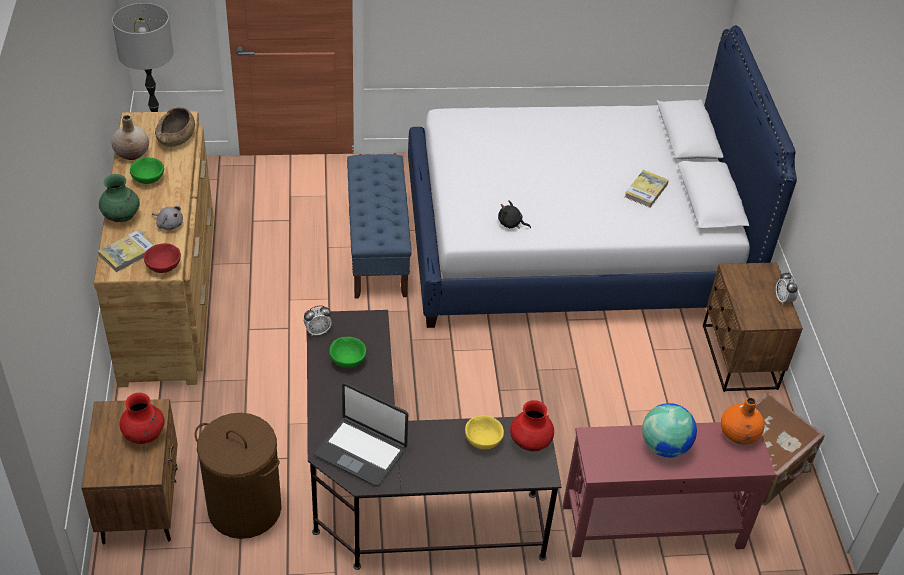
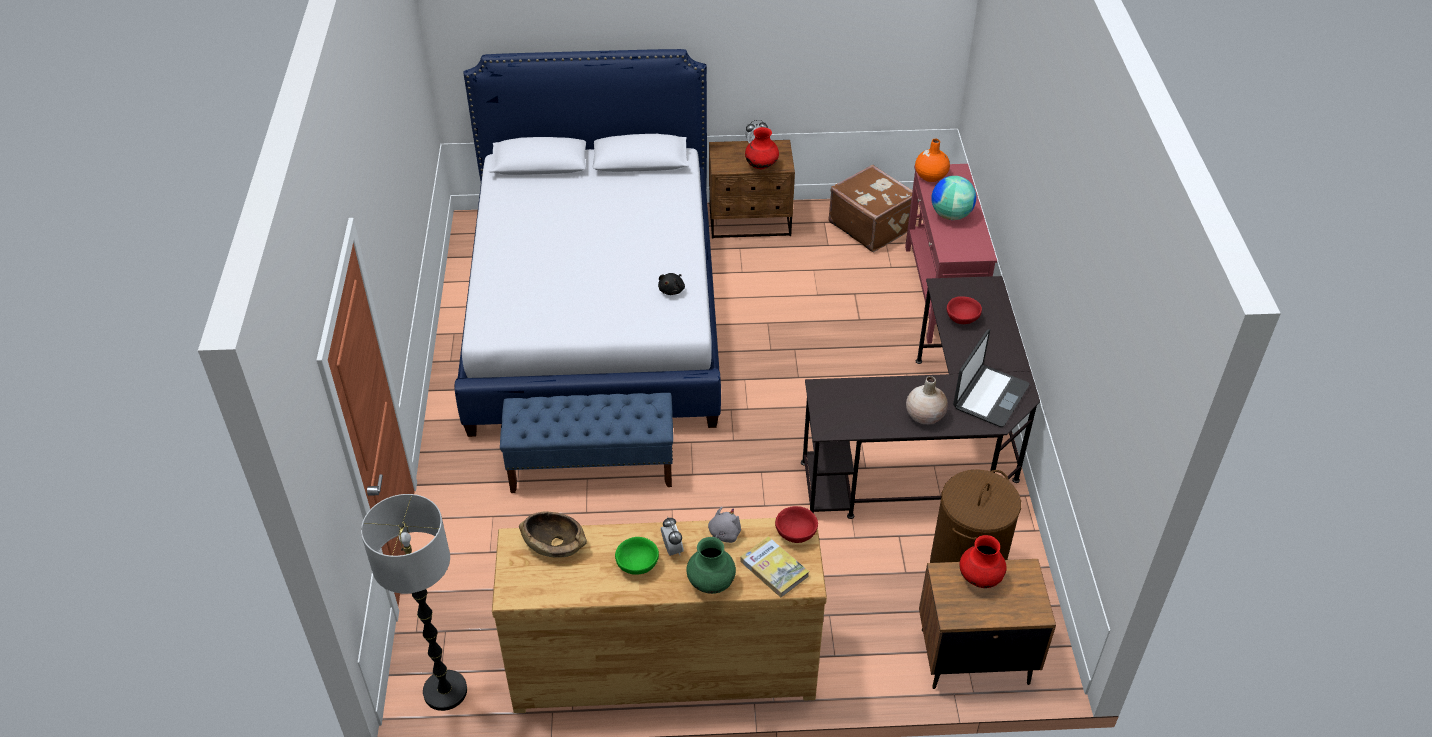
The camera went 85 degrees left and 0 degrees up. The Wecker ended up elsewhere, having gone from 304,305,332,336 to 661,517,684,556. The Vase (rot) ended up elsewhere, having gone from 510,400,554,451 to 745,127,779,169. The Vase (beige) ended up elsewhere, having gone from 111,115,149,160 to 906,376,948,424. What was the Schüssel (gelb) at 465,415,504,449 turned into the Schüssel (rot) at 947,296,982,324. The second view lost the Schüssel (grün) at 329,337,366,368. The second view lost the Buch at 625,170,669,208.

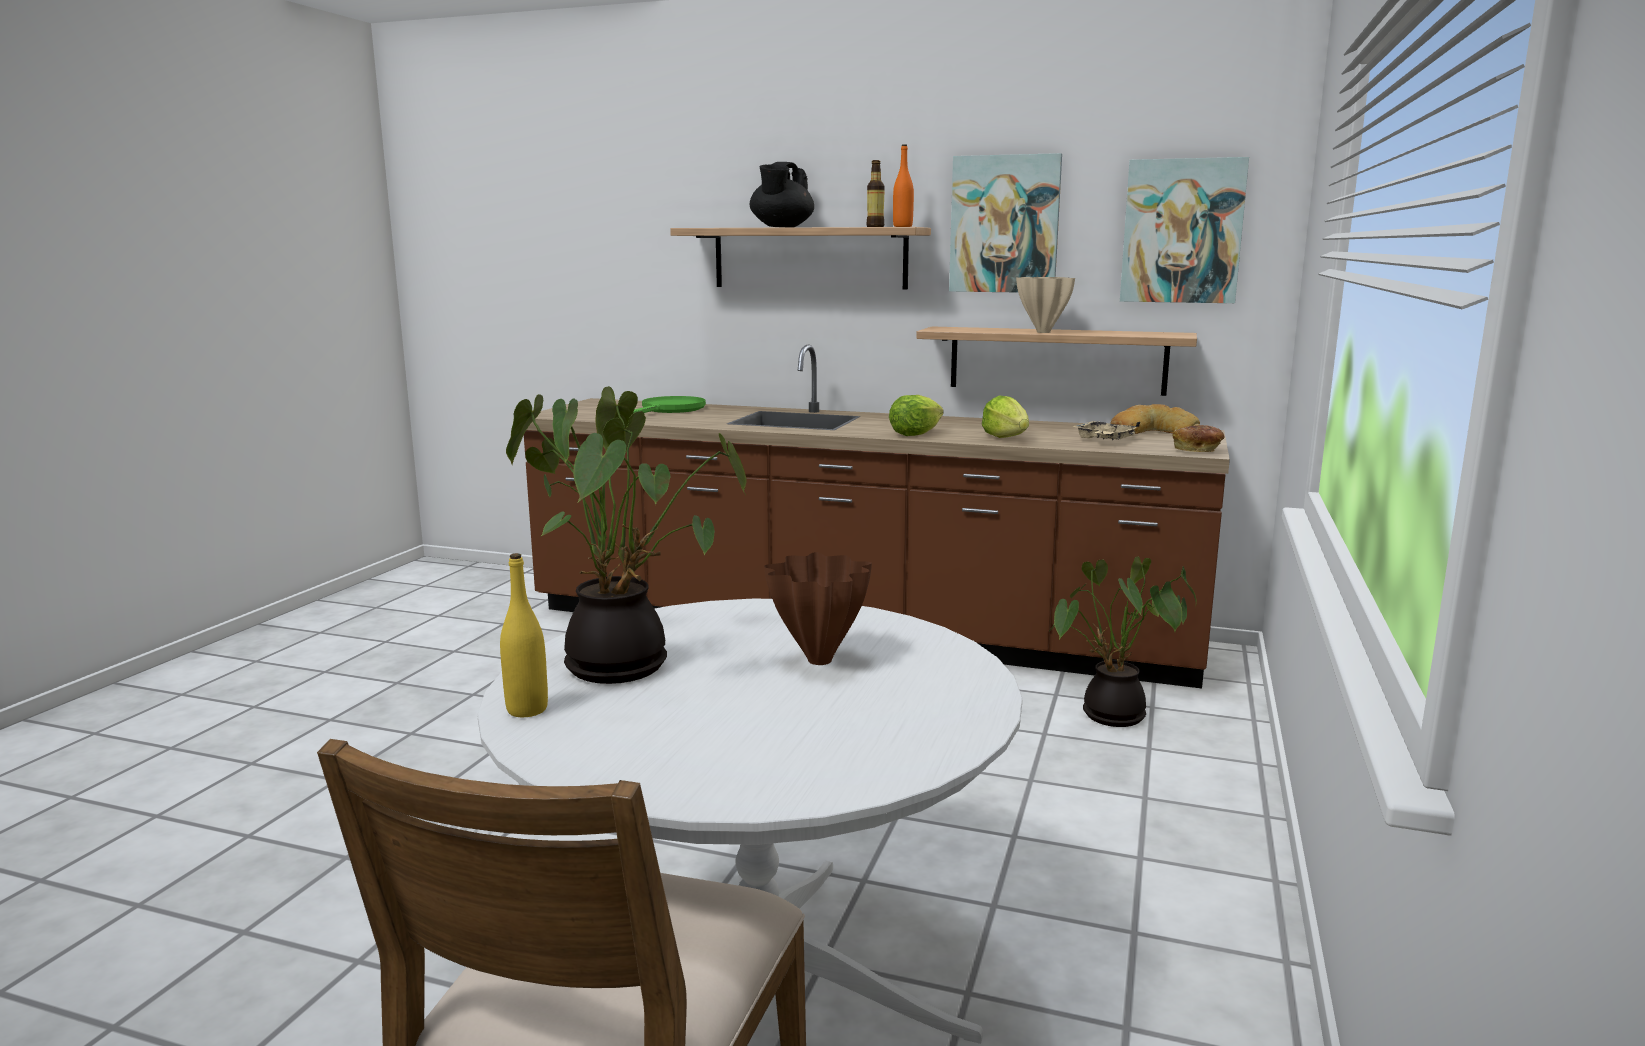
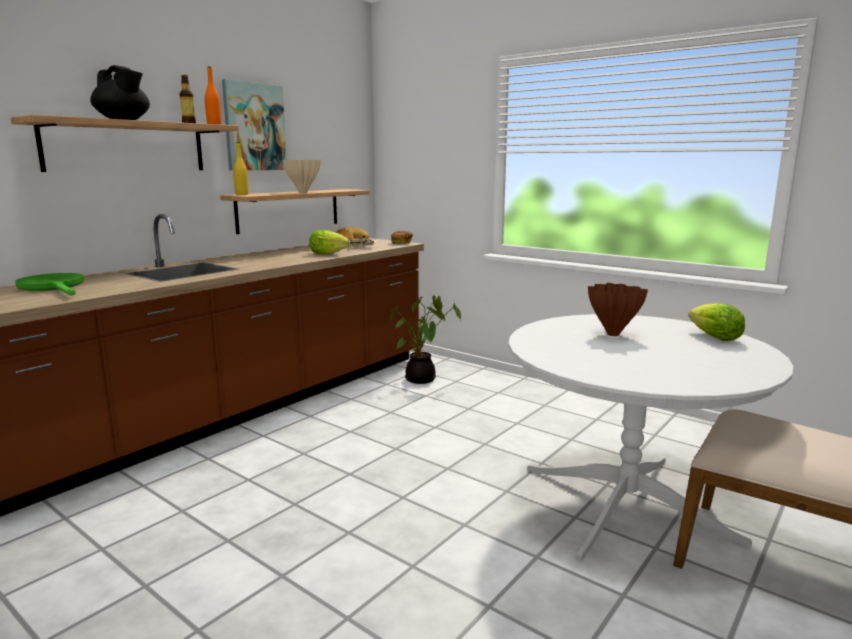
The camera went 70 degrees left and 0 degrees up. The Flasche (gelb) ended up elsewhere, having gone from 500,553,548,717 to 233,142,248,195. The Salatkopf ended up elsewhere, having gone from 889,395,944,436 to 688,303,745,341. The second view lost the Topfpflanze at 506,386,747,684. The second view lost the Bild at 1120,157,1249,303.

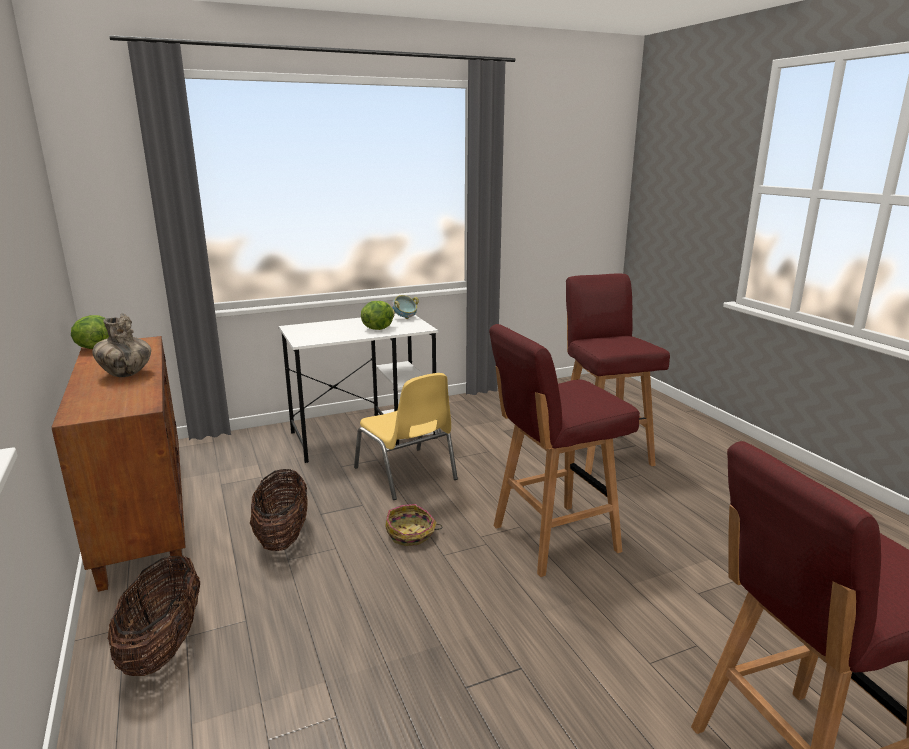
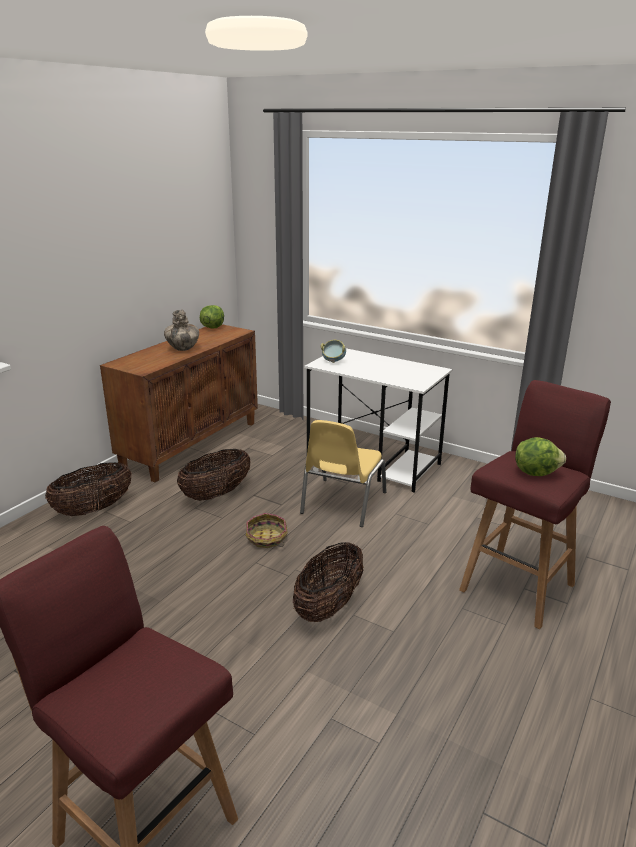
The camera went 55 degrees right and 5 degrees up. Where the Hocker (rot) stood at 489,324,640,577, the Korb came to stand at 293,542,363,622. The Schüssel ended up elsewhere, having gone from 392,295,419,319 to 321,340,346,363. The Salatkopf ended up elsewhere, having gone from 361,301,395,330 to 515,437,566,476.

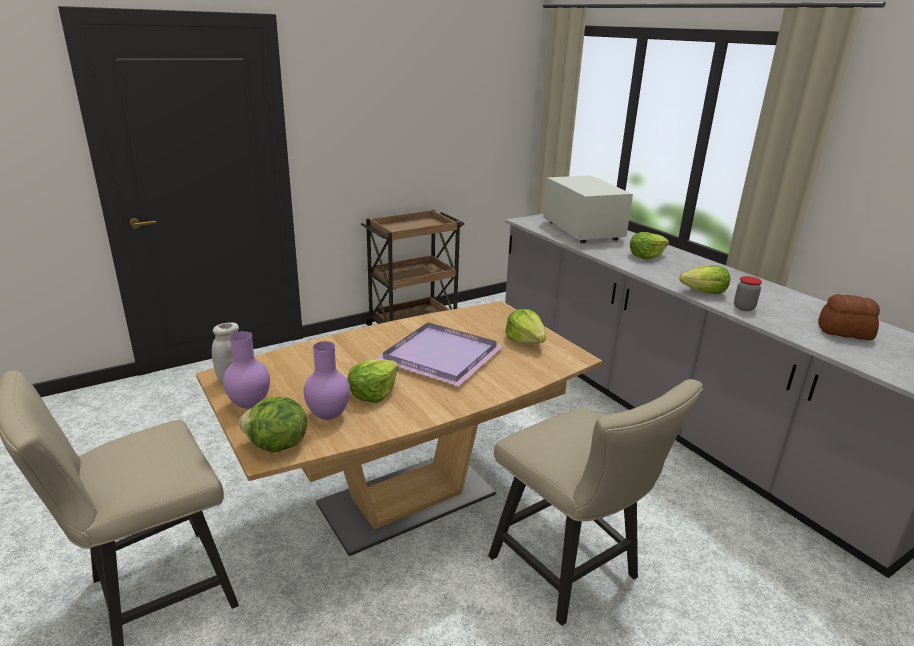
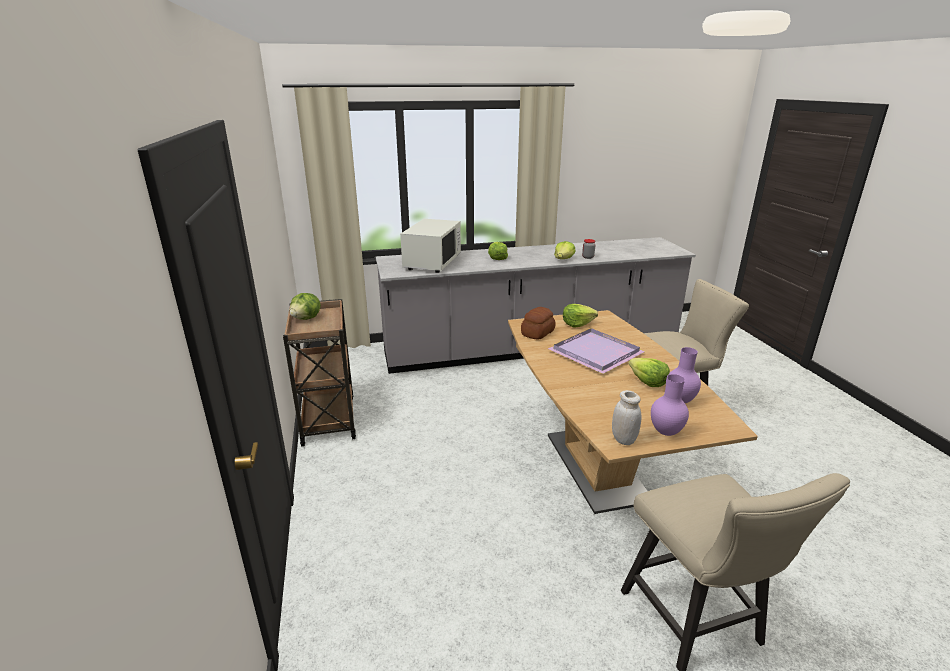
The camera went 70 degrees left and 0 degrees up. The Salatkopf ended up elsewhere, having gone from 239,397,307,453 to 290,293,321,320. The Mikrowelle (weiß) at 543,175,633,243 ended up facing another way, 105 degrees clockwise from before. The Brot ended up elsewhere, having gone from 818,294,880,340 to 521,307,556,339.

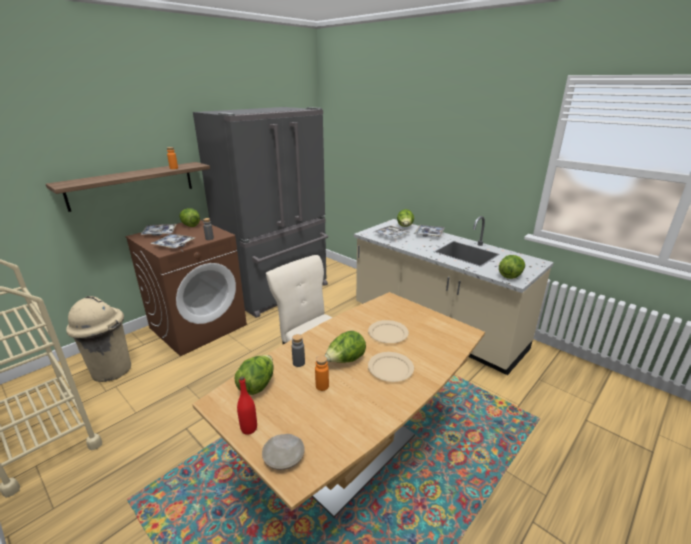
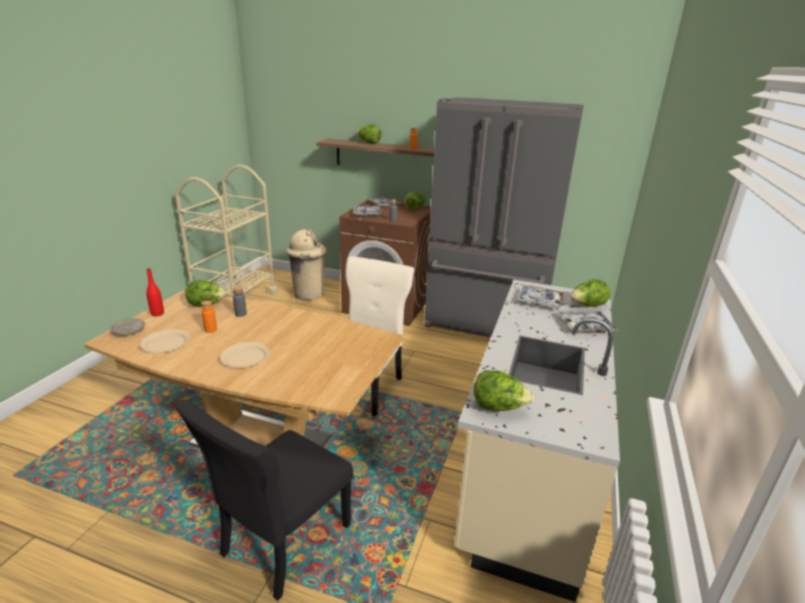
The camera went 65 degrees right and 0 degrees up. The Teller (beige) ended up elsewhere, having gone from 368,320,409,343 to 140,329,190,353. The second view gained the Stuhl (schwarz) at 176,401,353,601. The Salatkopf ended up elsewhere, having gone from 325,331,366,363 to 355,124,381,144.

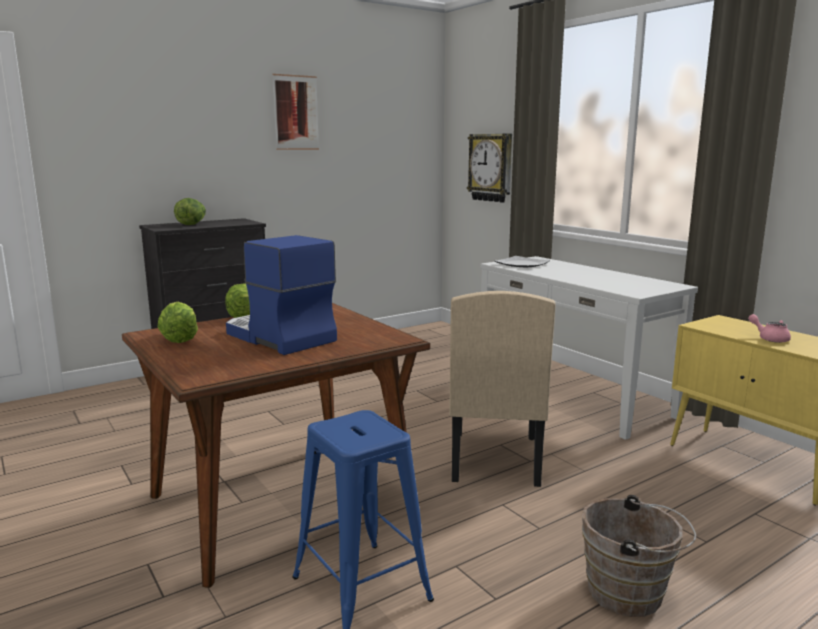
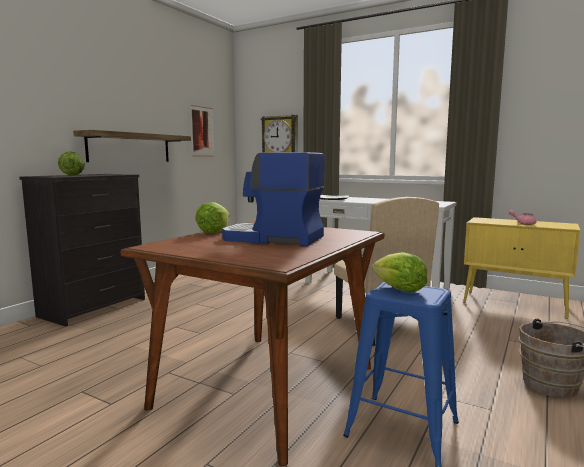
The camera went 25 degrees left and 5 degrees down. The second view gained the Wandregal at 73,130,191,162. The Bild ended up elsewhere, having gone from 272,74,319,150 to 190,105,214,157. The Salatkopf ended up elsewhere, having gone from 157,302,198,343 to 372,252,427,293.

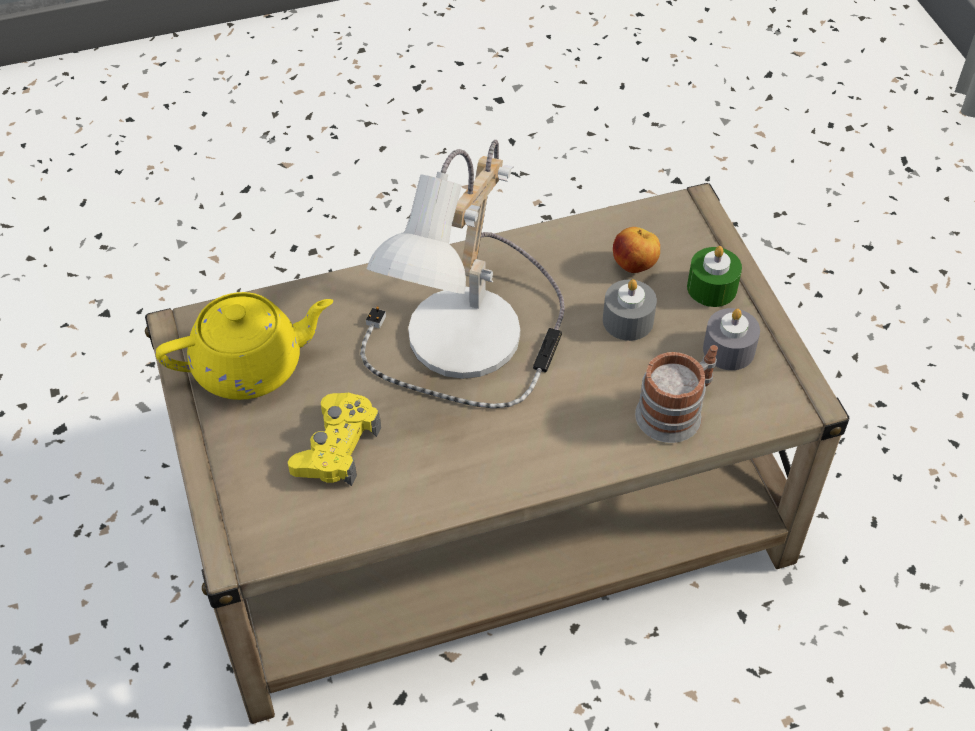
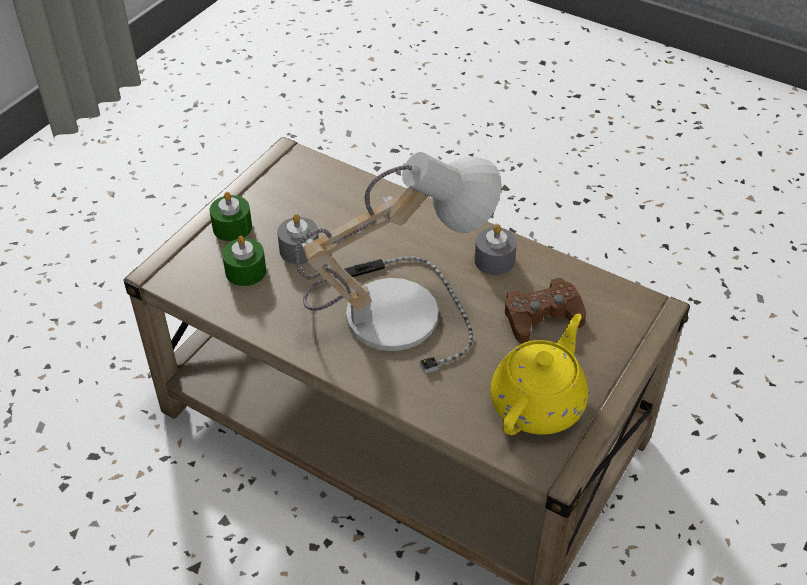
The camera went 130 degrees left and 5 degrees down. Where the Apfel stood at 613,227,660,273, the Kerze (grün) came to stand at 222,236,266,286. The Kerze (grau) ended up elsewhere, having gone from 703,308,760,370 to 474,225,517,275. The Teekanne (gelb) at 156,292,333,400 ended up facing another way, 90 degrees clockwise from before. What was the Gamepad (gelb) at 288,393,381,486 turned into the Gamepad (braun) at 505,278,586,344. The second view lost the Henkelbecher at 635,345,718,443.

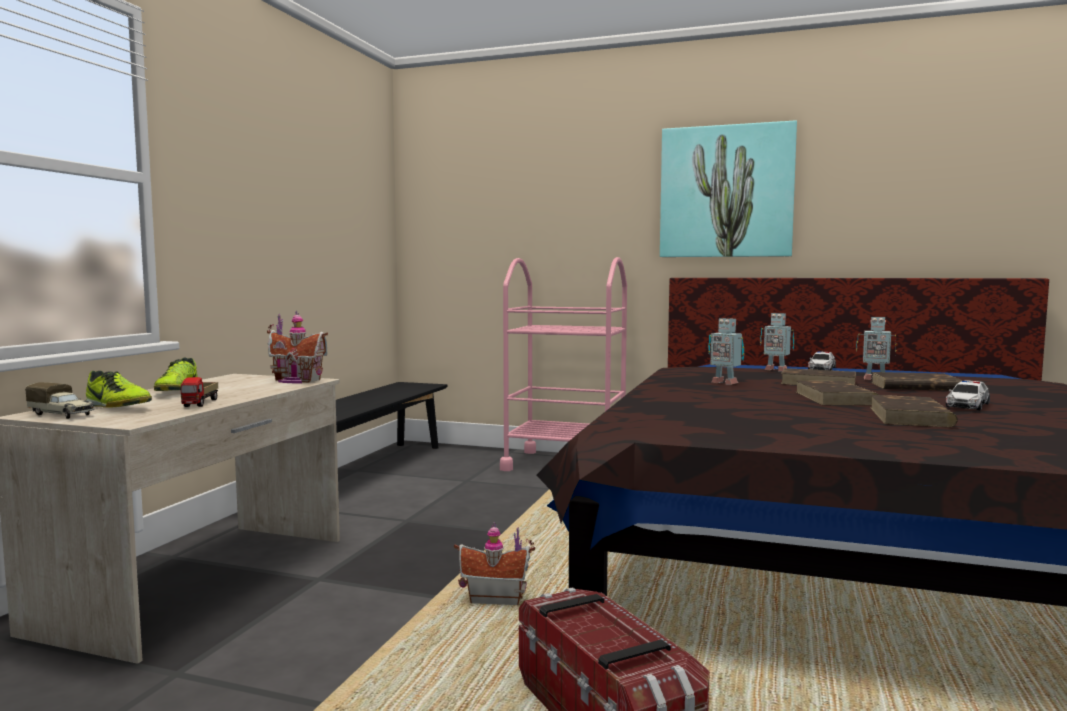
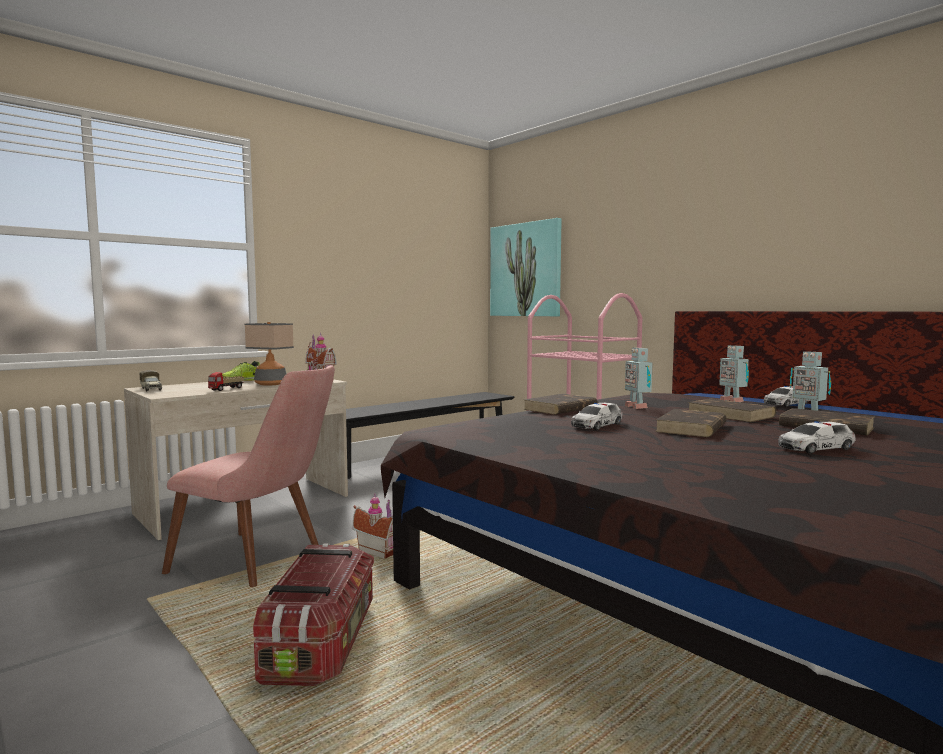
The camera went 30 degrees right and 0 degrees up. The second view gained the Stuhl (rosa) at 162,365,335,587. The second view gained the Tischlampe at 245,322,294,385. The Bild ended up elsewhere, having gone from 660,120,797,257 to 490,218,562,316. The Buch (braun) ended up elsewhere, having gone from 870,395,958,427 to 523,394,598,415. The second view gained the Spielzeugauto at 571,403,623,430. The second view lost the Schuh at 85,371,152,408.

